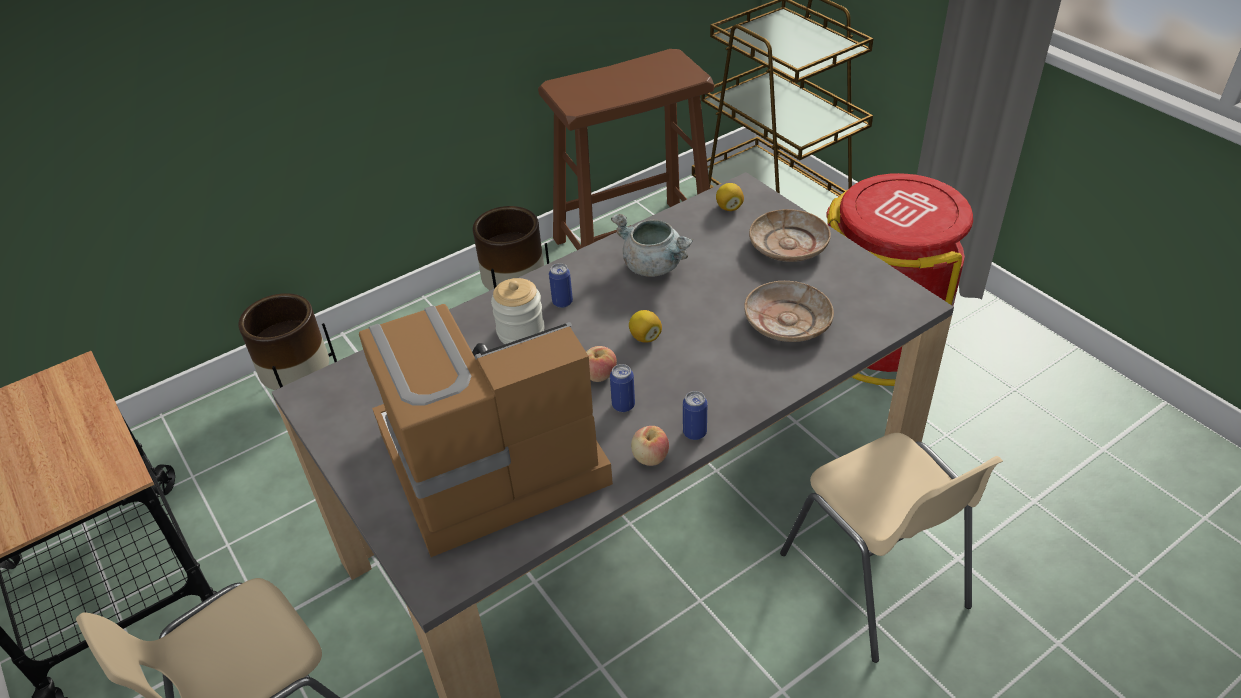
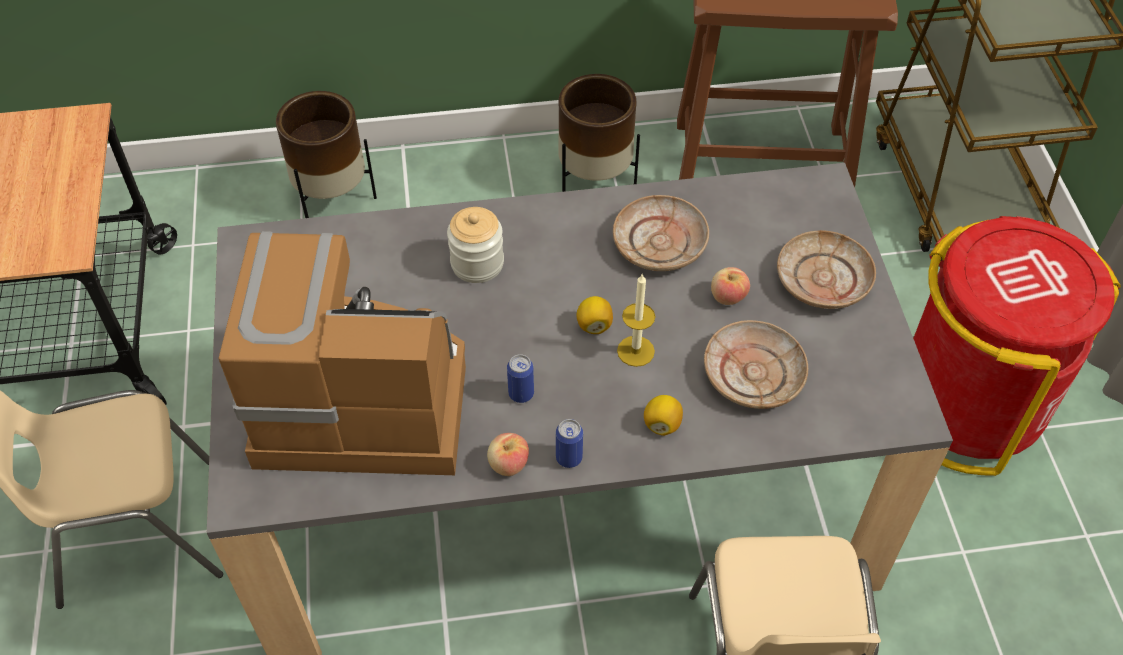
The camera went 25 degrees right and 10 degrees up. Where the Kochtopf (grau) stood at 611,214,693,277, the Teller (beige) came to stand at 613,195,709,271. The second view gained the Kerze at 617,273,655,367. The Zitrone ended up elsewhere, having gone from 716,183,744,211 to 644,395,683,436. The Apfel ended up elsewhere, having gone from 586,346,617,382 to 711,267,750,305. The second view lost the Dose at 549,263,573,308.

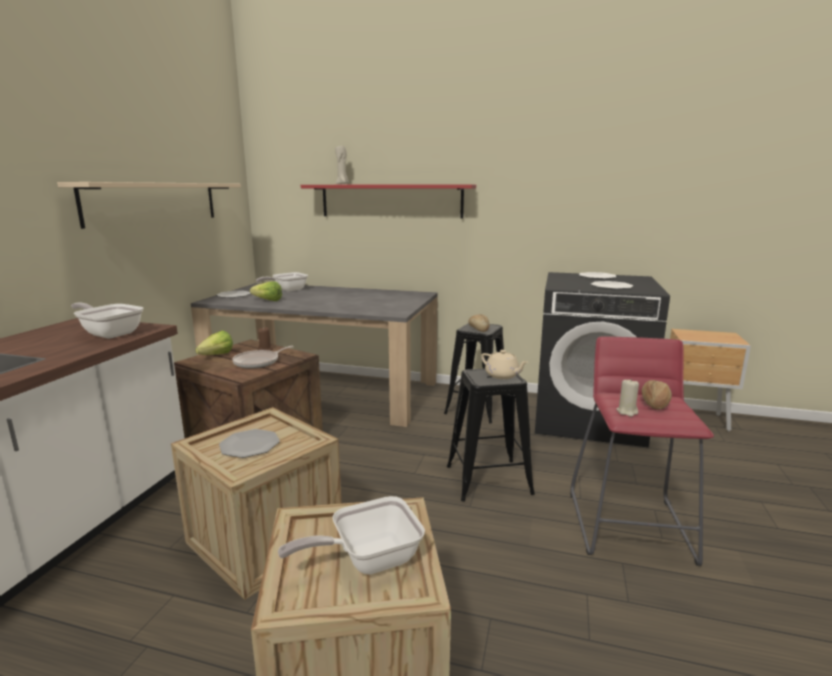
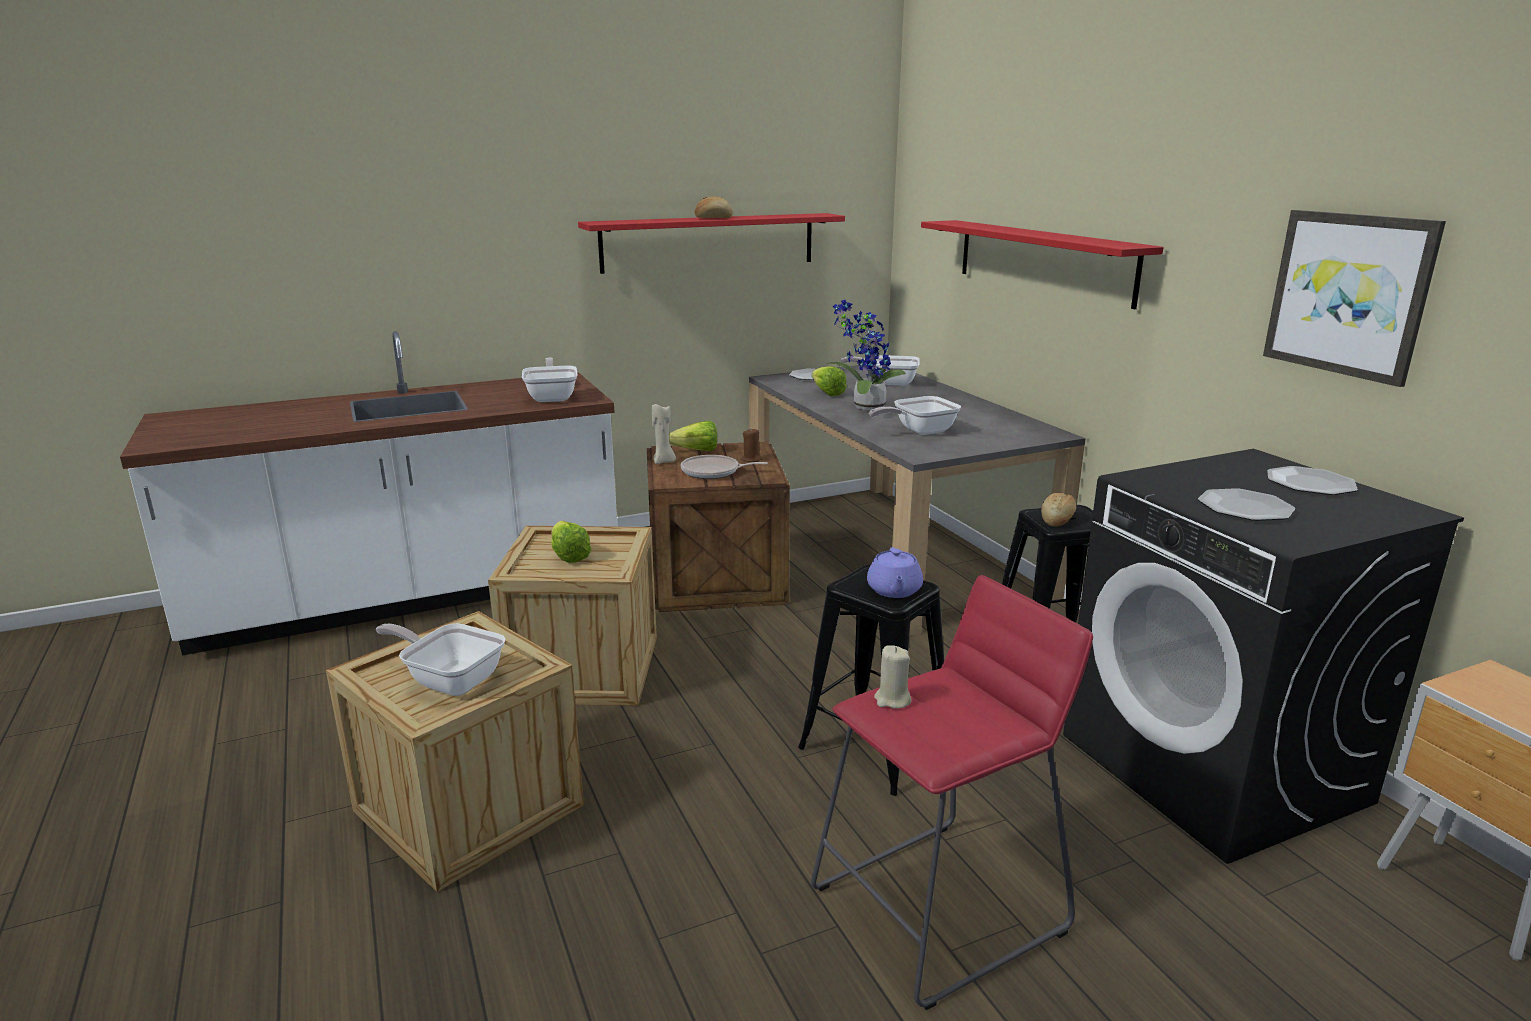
The camera went 50 degrees right and 5 degrees up. Where the Teller stood at 219,429,280,458, the Salatkopf came to stand at 551,521,591,563. What was the Wandregal (beige) at 57,182,241,229 turned into the Wandregal (rot) at 578,213,845,274. The Kerze (beige) ended up elsewhere, having gone from 335,146,349,184 to 652,404,676,464. The Brot ended up elsewhere, having gone from 641,380,672,409 to 695,196,733,218. The second view gained the Topfpflanze at 827,300,906,411. What was the Teekanne (beige) at 481,350,528,379 turned into the Teekanne (lila) at 867,547,923,598. The second view gained the Pfanne at 869,396,961,435. The second view gained the Bild at 1263,210,1446,387.

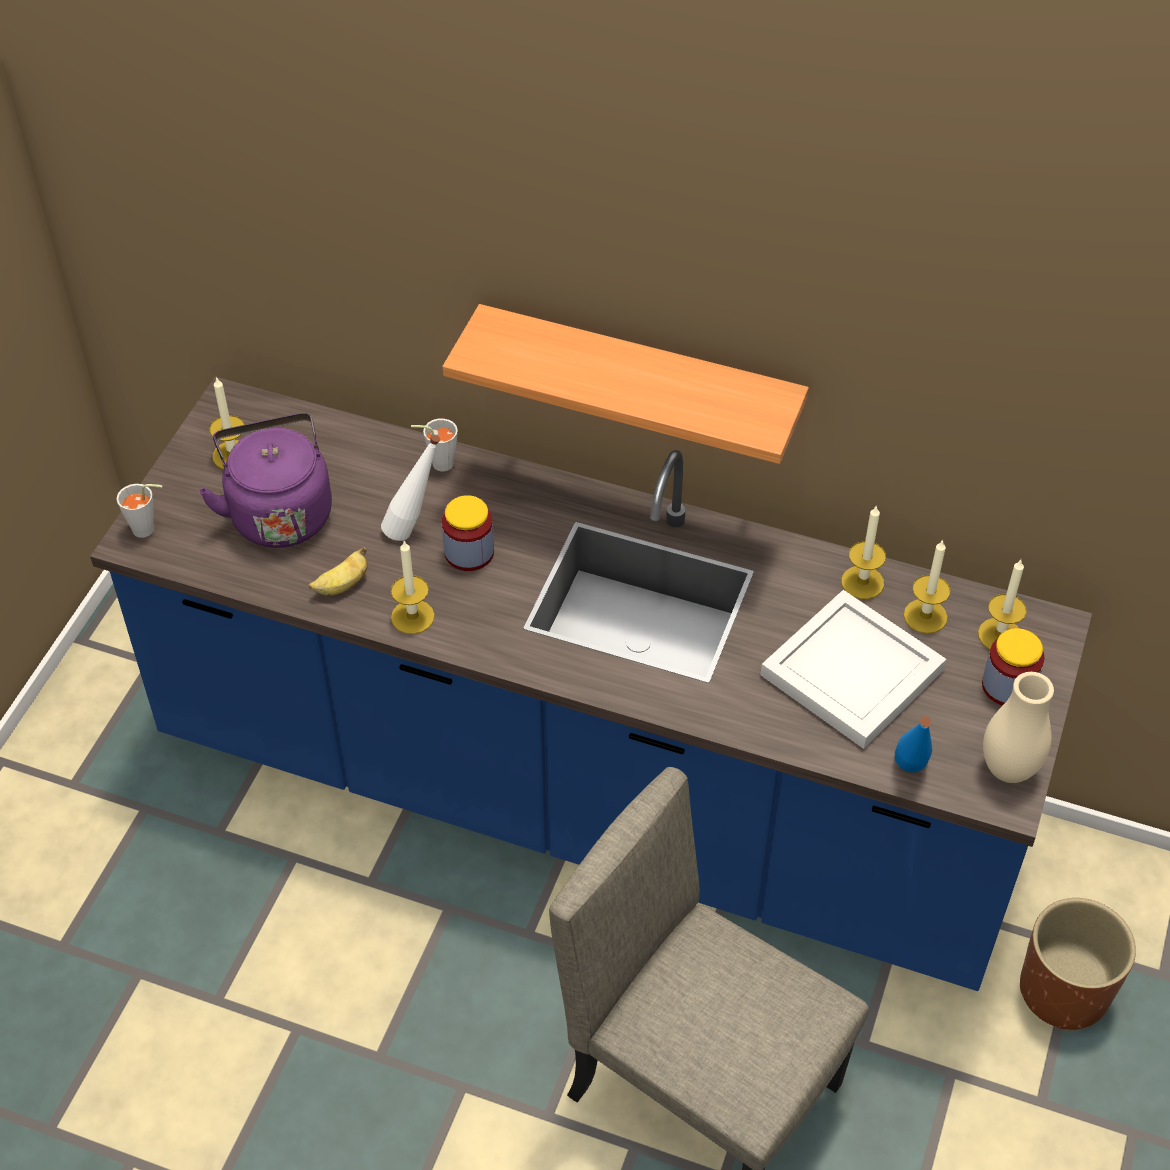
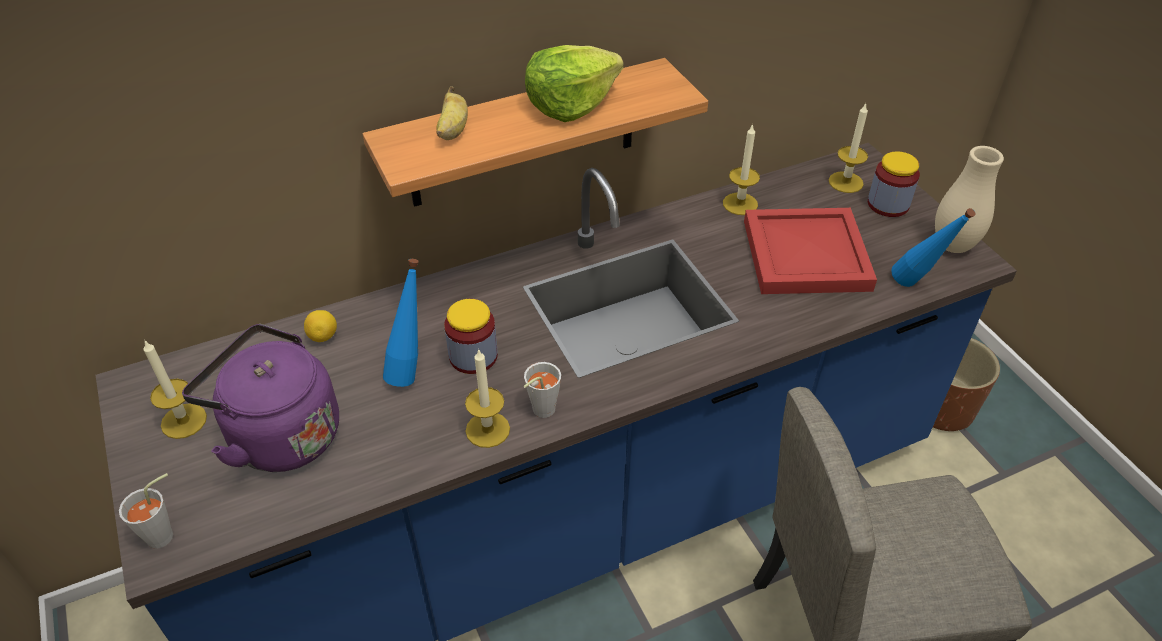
The camera went 45 degrees left and 5 degrees down. The second view gained the Zitrone at 304,310,337,342. What was the Flasche (weiß) at 381,435,440,541 turned into the Flasche (blau) at 383,259,419,387. The Banane ended up elsewhere, having gone from 308,547,368,596 to 436,86,468,140. The Tasse (grau) ended up elsewhere, having gone from 411,418,458,471 to 524,362,561,418. The second view gained the Salatkopf at 525,45,624,122. What was the Tablett (weiß) at 761,590,946,749 turned into the Tablett (rot) at 744,208,877,294. The second view lost the Kerze at 904,539,950,634.

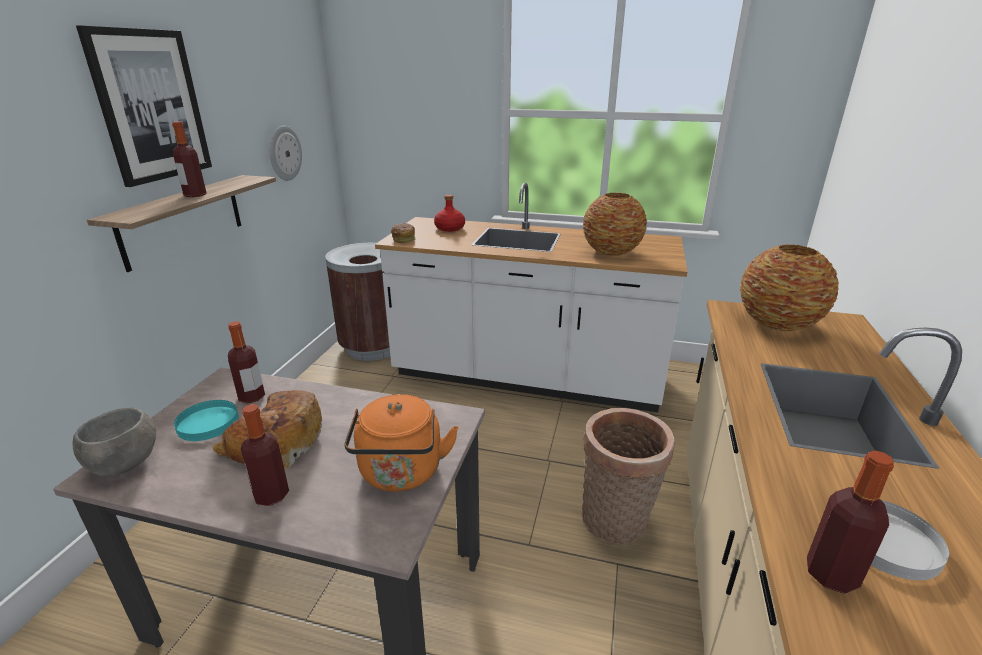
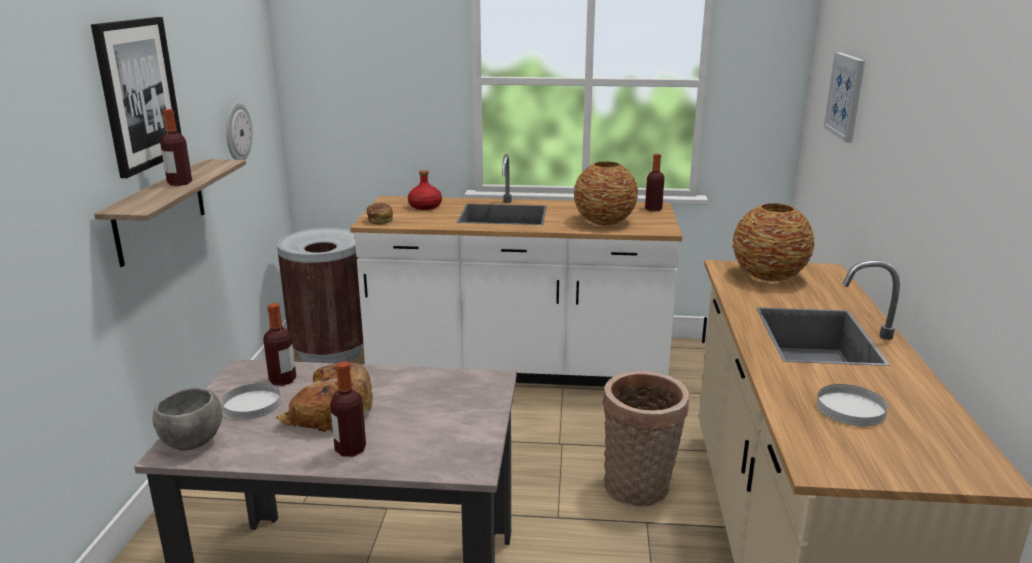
The camera went 10 degrees left and 5 degrees down. What was the Teller (türkis) at 174,400,239,441 turned into the Teller (weiß) at 222,383,281,420. The Flasche ended up elsewhere, having gone from 807,450,894,594 to 645,154,665,211. The second view gained the Bild at 824,52,865,143. The second view lost the Wasserkessel (orange) at 345,394,459,492.

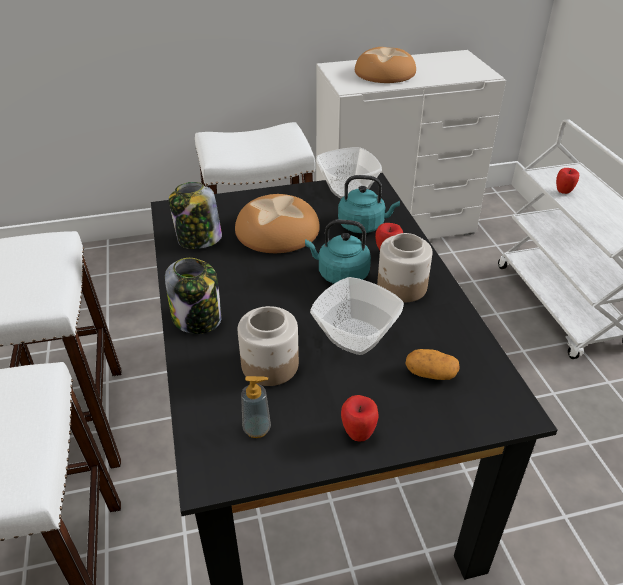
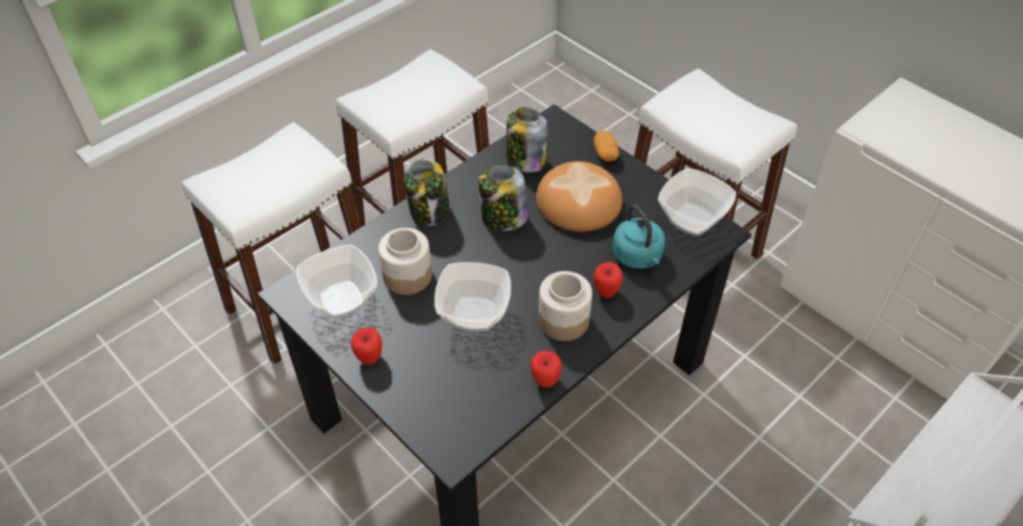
The camera went 60 degrees right and 10 degrees up. Where the Seifenspender stood at 241,376,271,438, the Schüssel came to stand at 296,245,378,318. The second view gained the Vorratsglas at 479,165,527,231. The Apfel ended up elsewhere, having gone from 556,168,579,194 to 530,350,562,388. The Kartoffel ended up elsewhere, having gone from 406,349,459,380 to 594,131,619,161. The second view lost the Wasserkessel (türkis) at 305,220,371,284. The second view lost the Brot at 355,47,416,83.

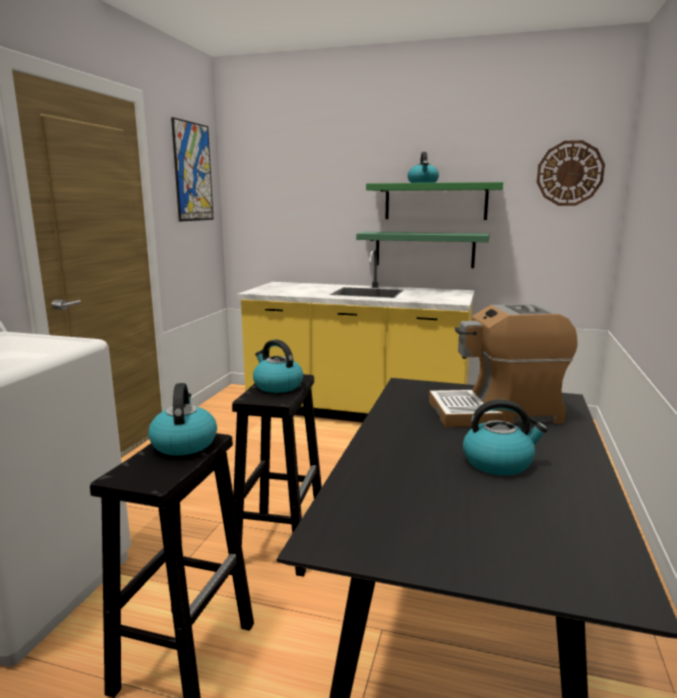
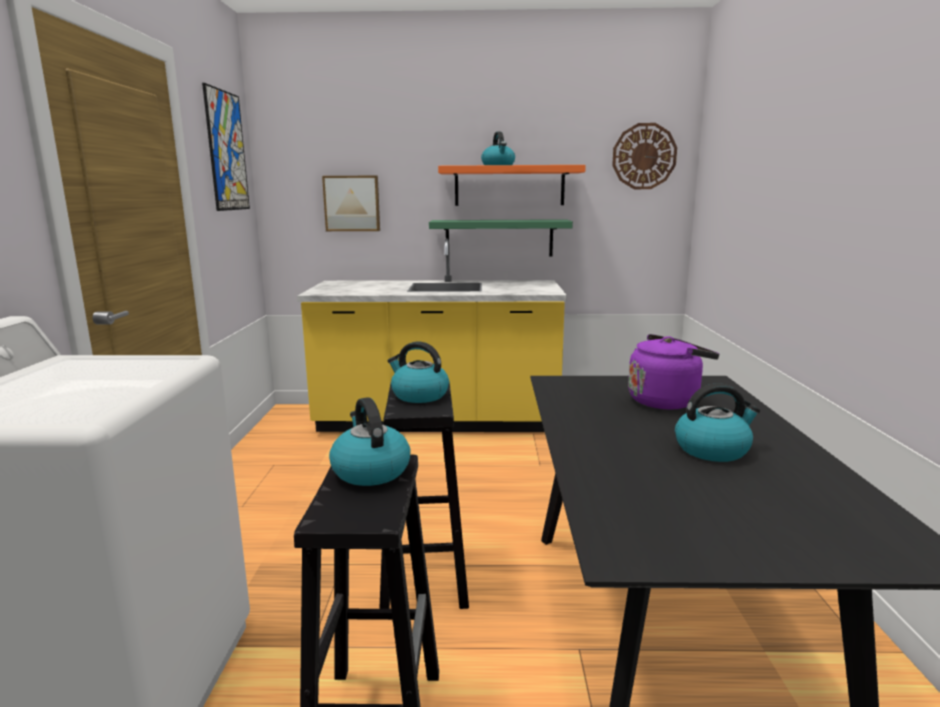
The camera went 15 degrees left and 0 degrees up. The second view gained the Bild at 322,176,380,231. What was the Wandregal (grün) at 366,182,503,220 turned into the Wandregal (orange) at 438,165,586,206. Where the Kaffeemaschine stood at 429,304,578,427, the Wasserkessel (lila) came to stand at 628,334,719,410.

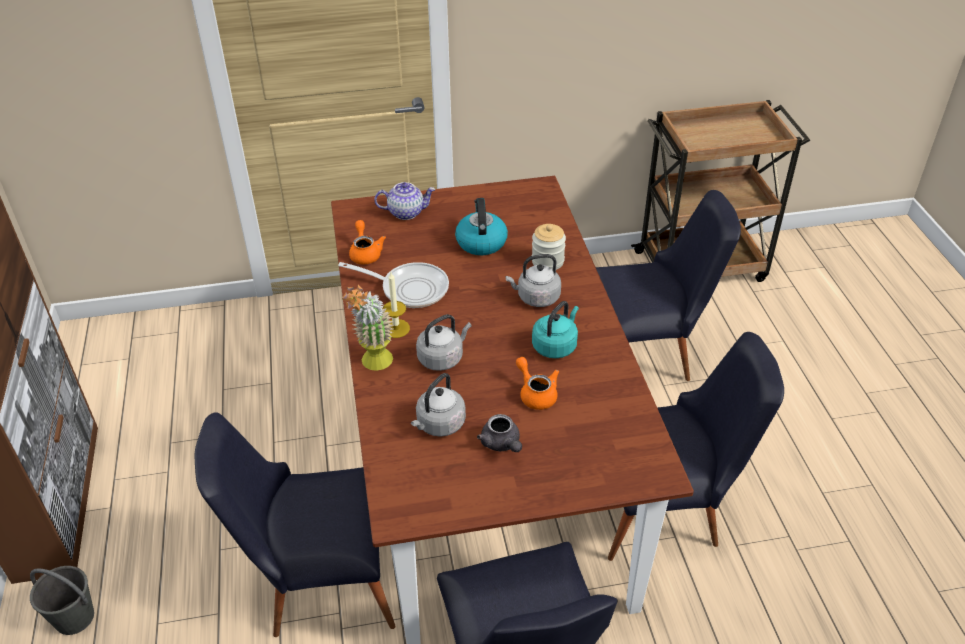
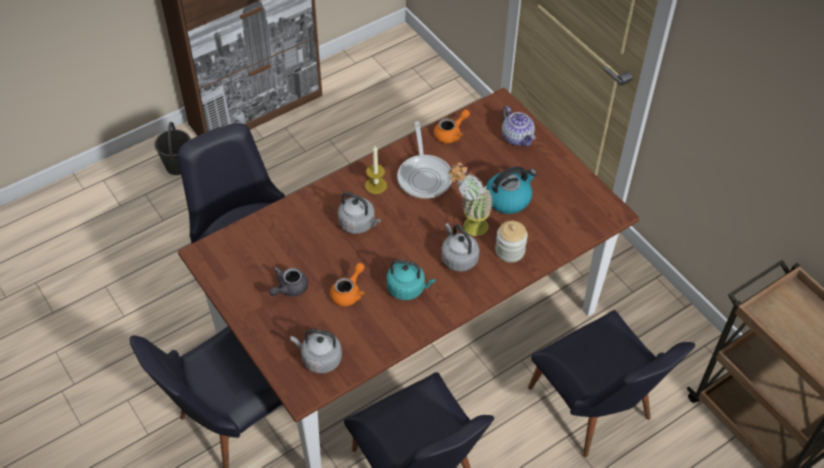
The camera went 65 degrees right and 10 degrees up. The Wasserkessel (grau) ended up elsewhere, having gone from 411,373,466,437 to 290,329,342,374. The Topfpflanze ended up elsewhere, having gone from 342,285,394,371 to 448,162,493,236.

